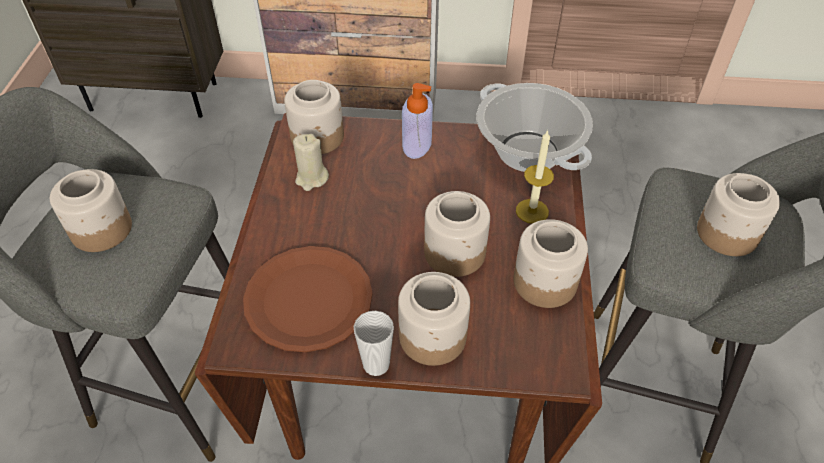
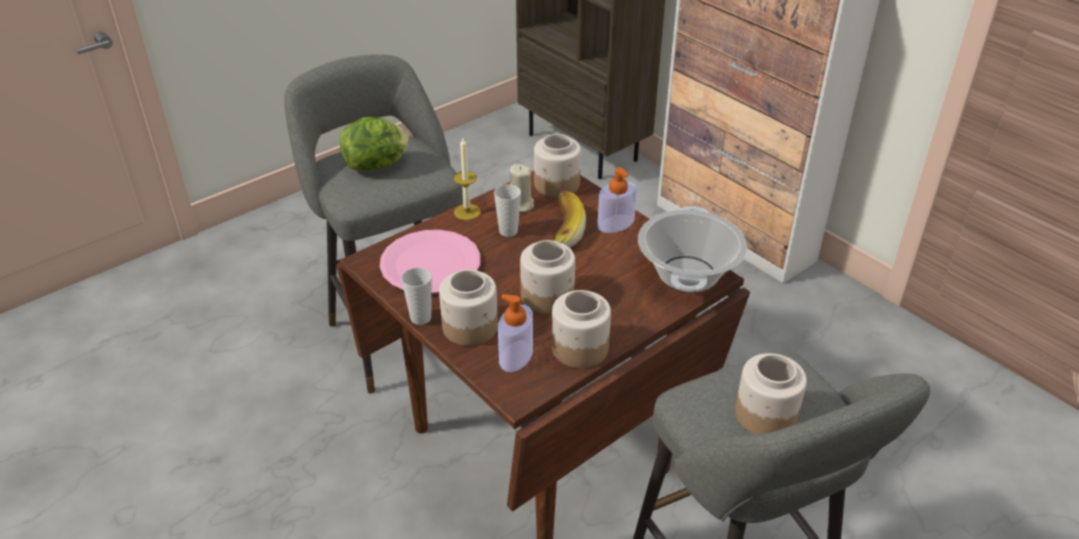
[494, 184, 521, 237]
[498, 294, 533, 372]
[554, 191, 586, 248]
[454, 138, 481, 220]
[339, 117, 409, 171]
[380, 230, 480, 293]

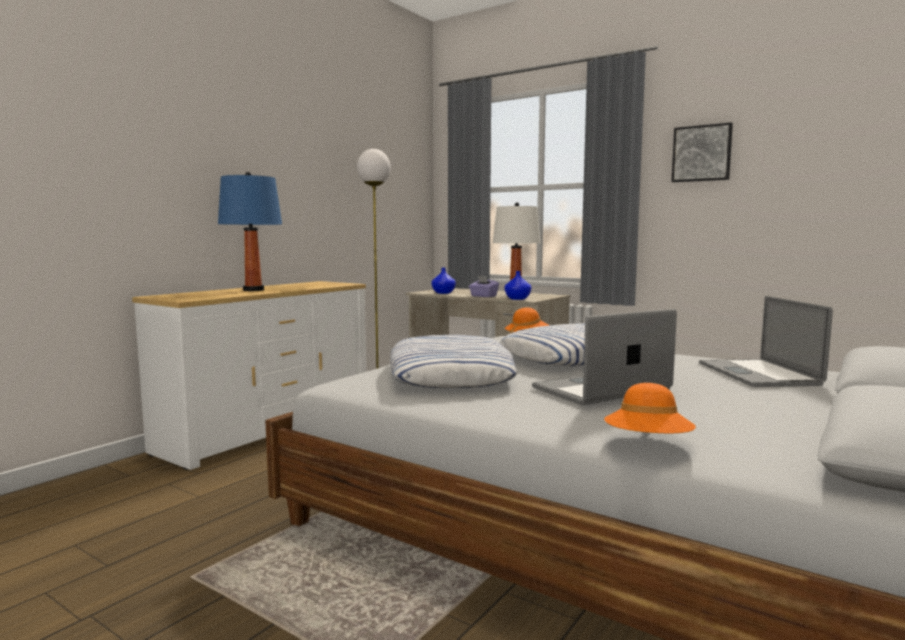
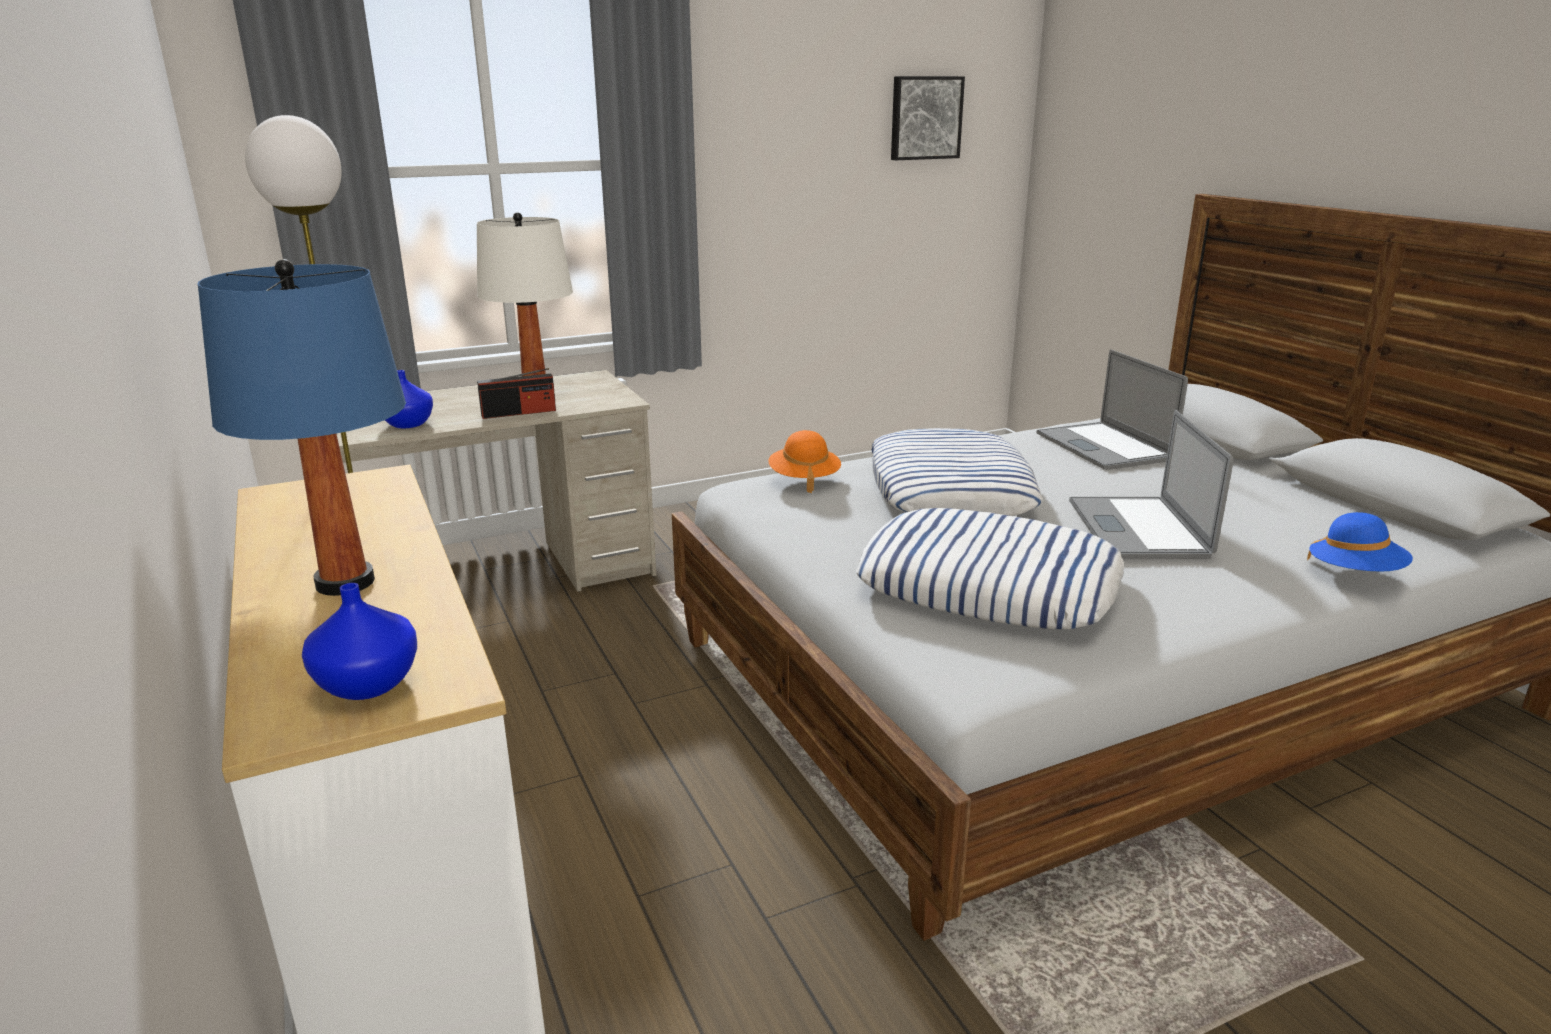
[302, 583, 417, 700]
[891, 76, 965, 160]
[477, 368, 556, 419]
[1307, 512, 1413, 572]
[1037, 349, 1188, 470]

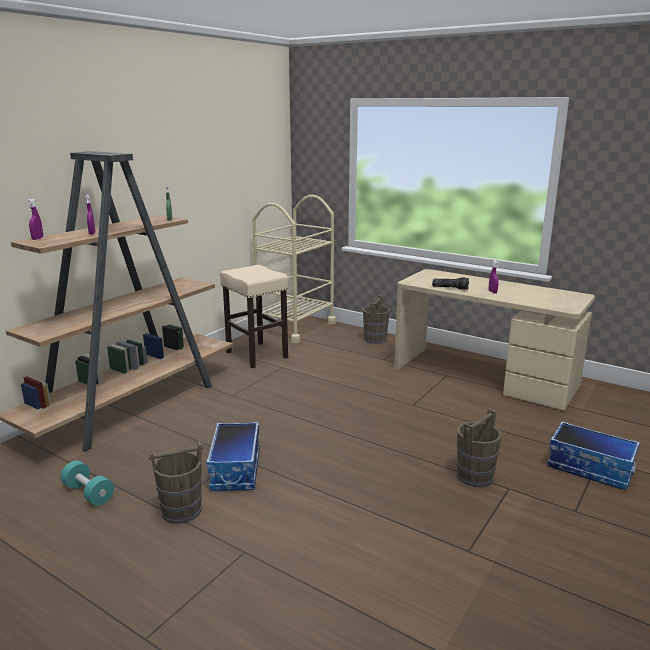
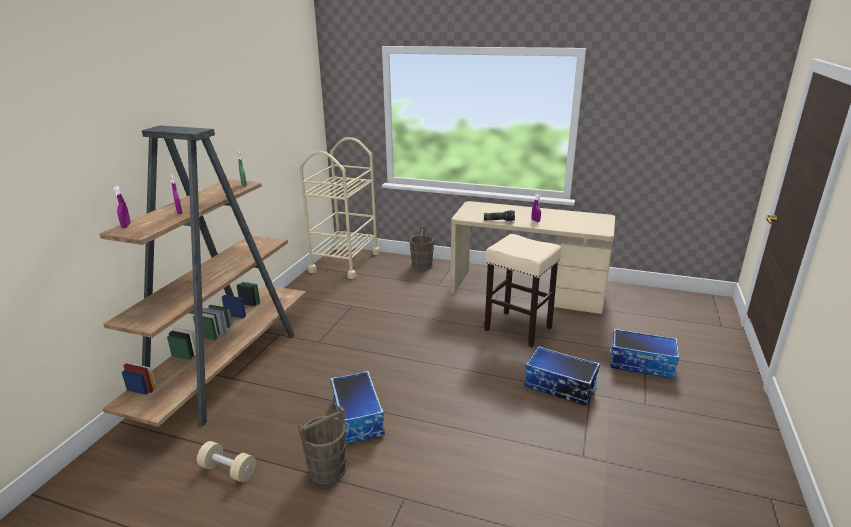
[484, 234, 561, 347]
[524, 346, 600, 406]
[197, 441, 256, 482]

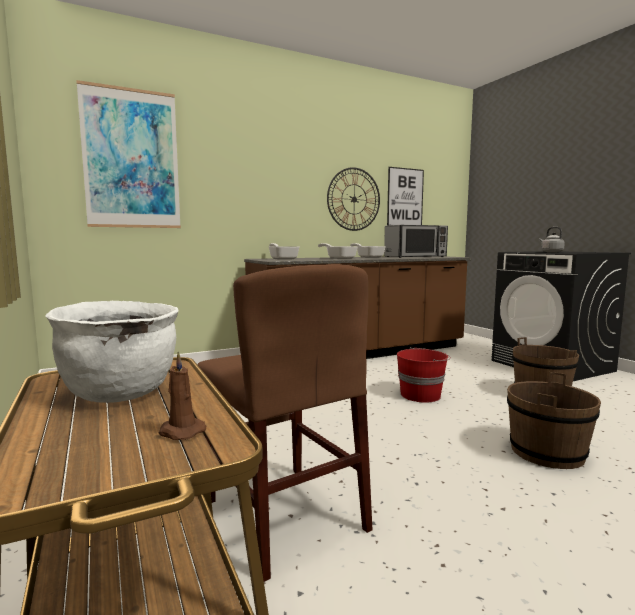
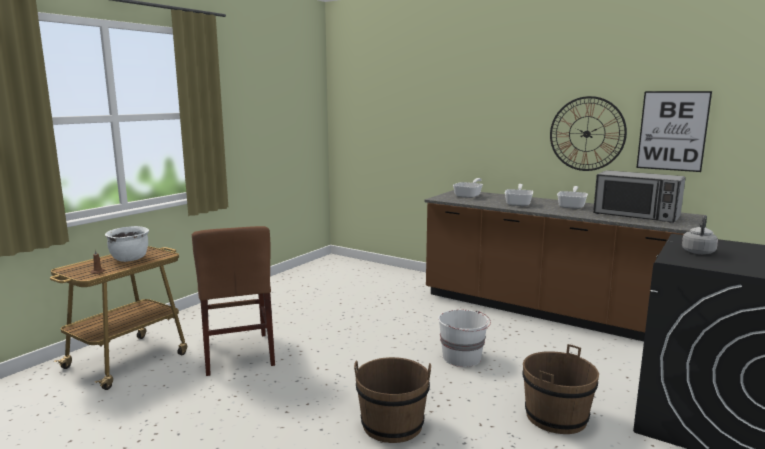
[76, 80, 181, 228] (first image)
[438, 310, 491, 367]
[192, 226, 275, 376]

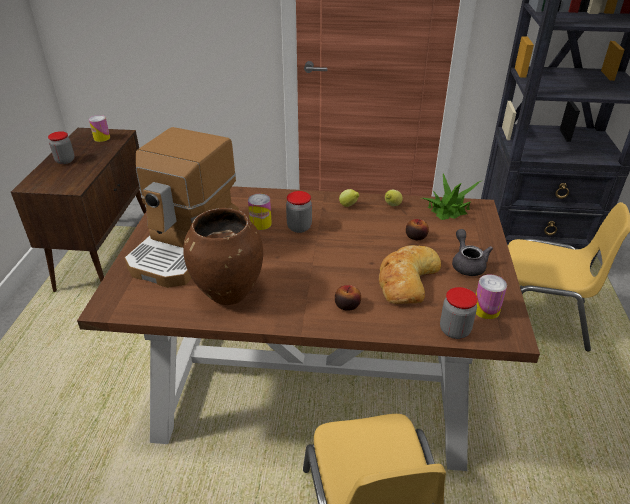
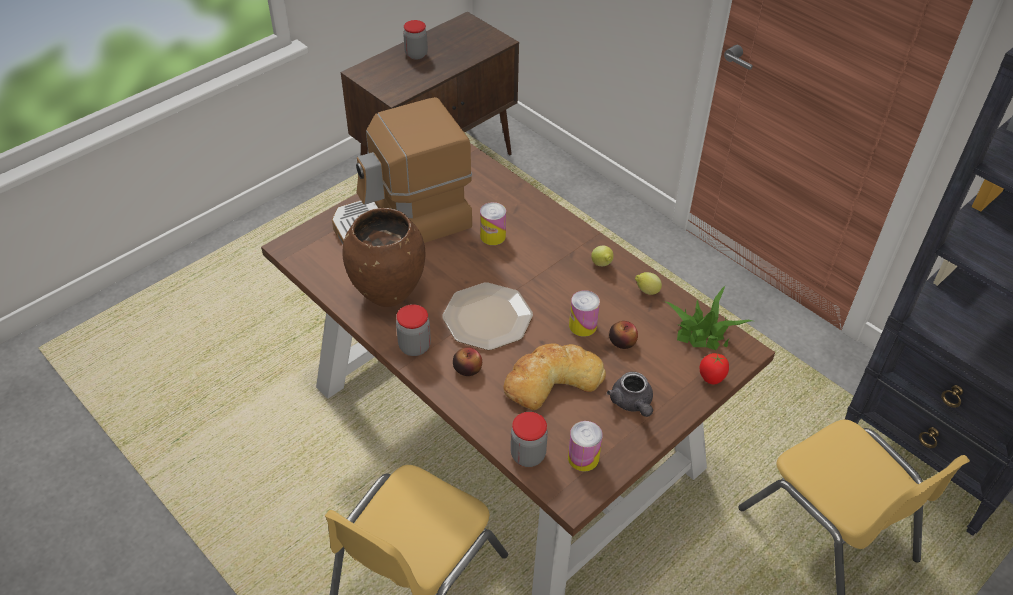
[442, 283, 533, 350]
[700, 353, 729, 385]
[569, 290, 600, 337]
[396, 304, 431, 356]
[607, 372, 653, 417]

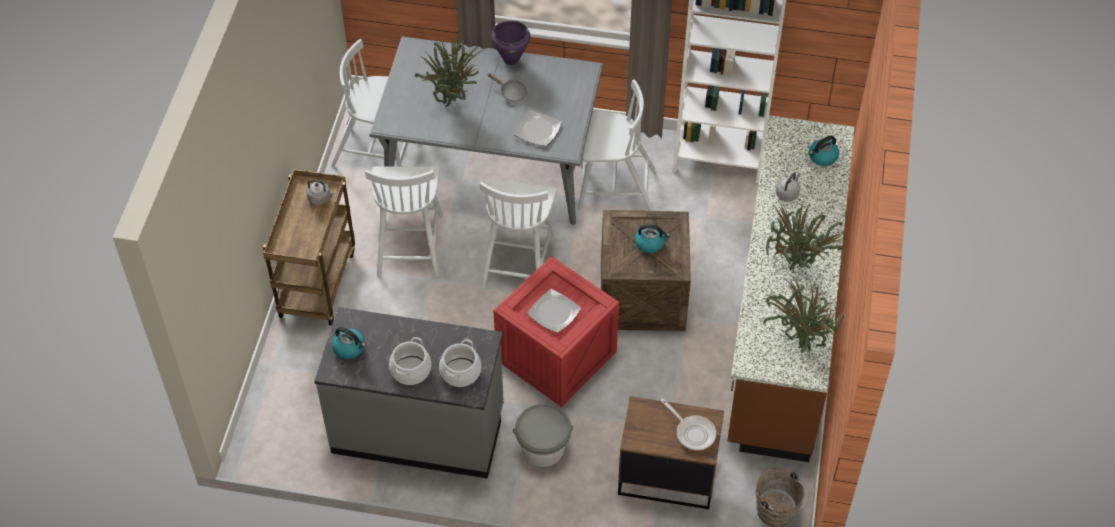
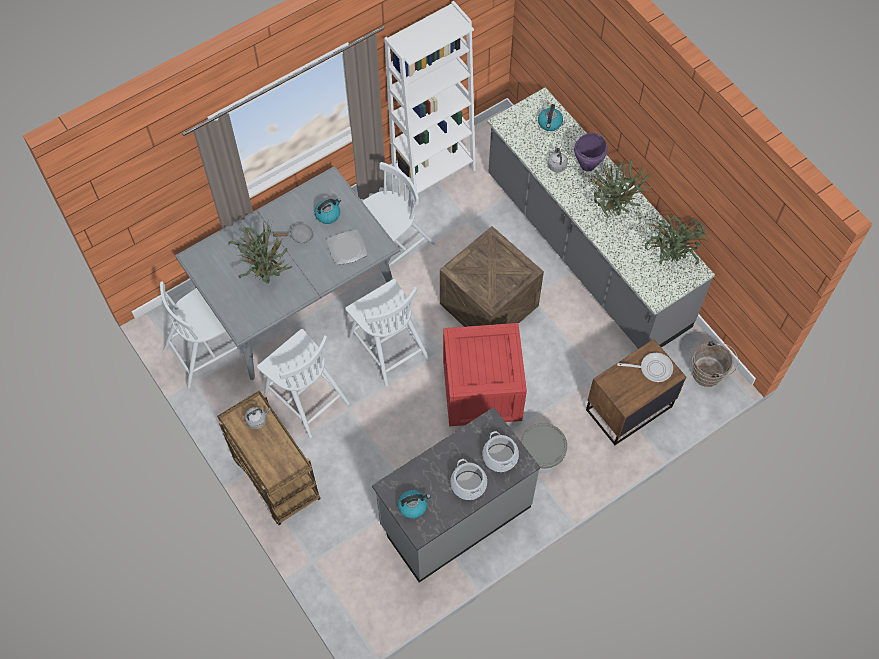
[527, 289, 581, 333] (first image)
[574, 133, 608, 171]
[314, 198, 341, 224]
[487, 87, 715, 349]

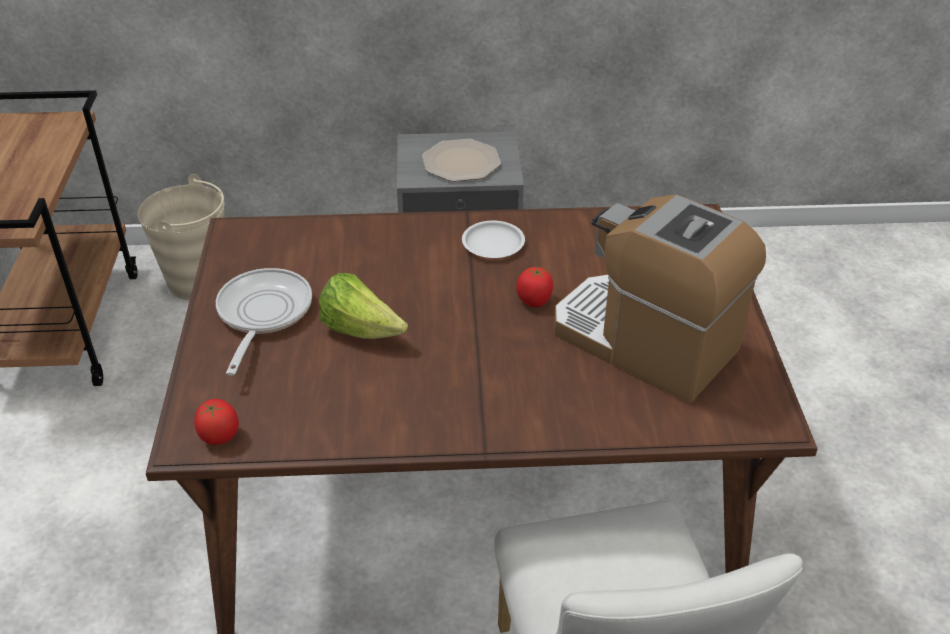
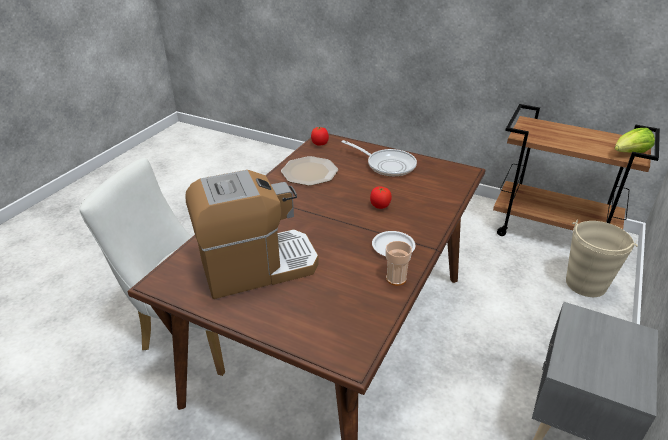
[385, 241, 412, 286]
[615, 128, 655, 153]
[281, 156, 338, 186]
[370, 186, 392, 209]

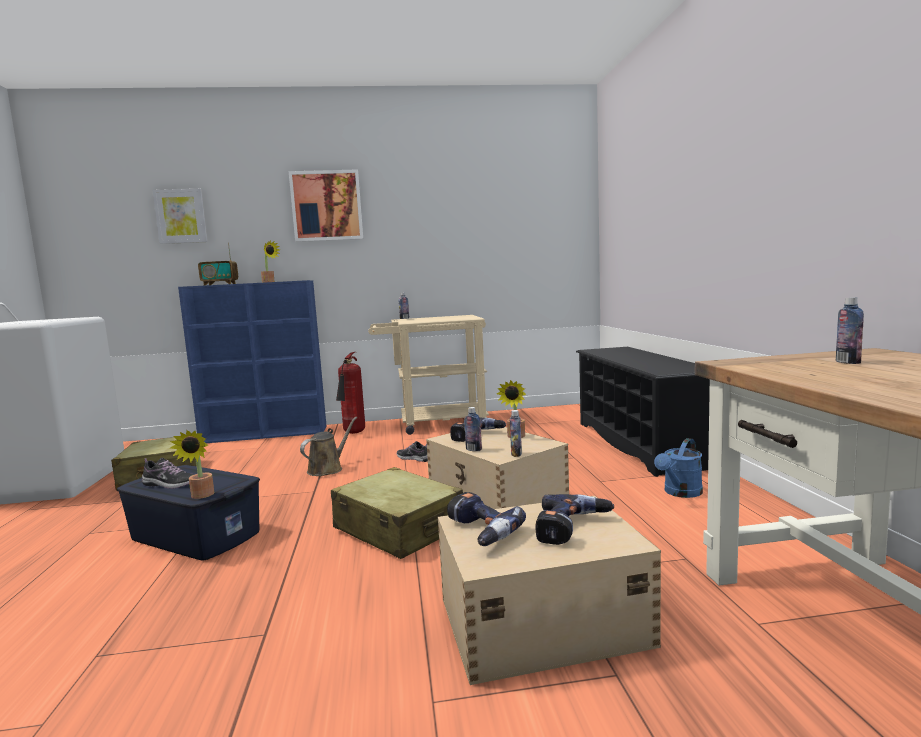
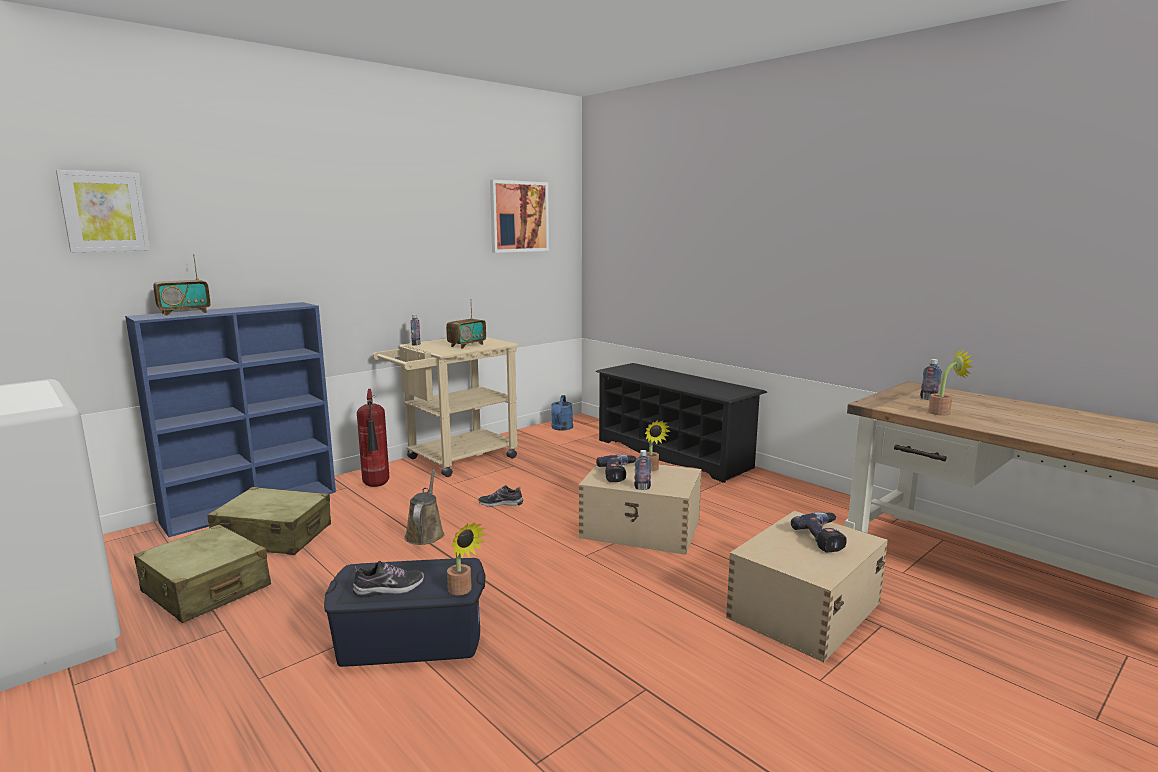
[447, 492, 526, 546] (first image)
[510, 410, 522, 457] (first image)
[446, 299, 486, 349]
[928, 348, 974, 416]
[490, 180, 549, 253]
[208, 487, 331, 555]
[551, 395, 573, 431]

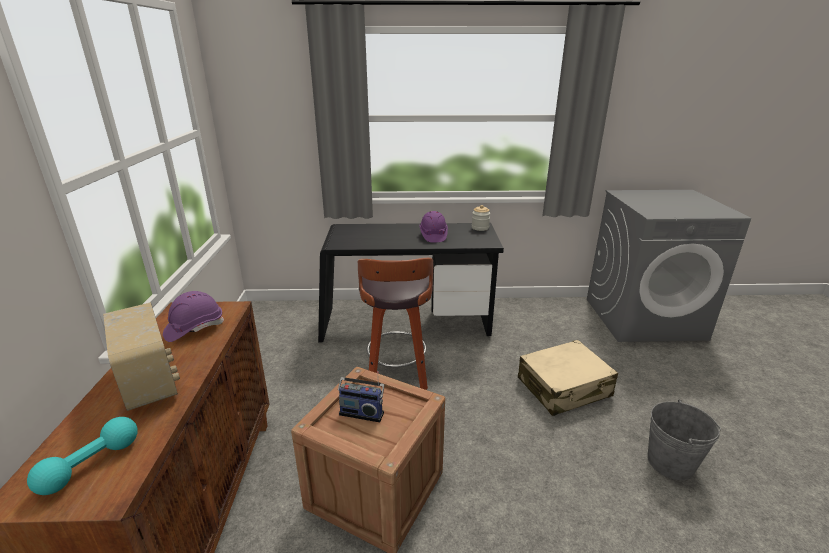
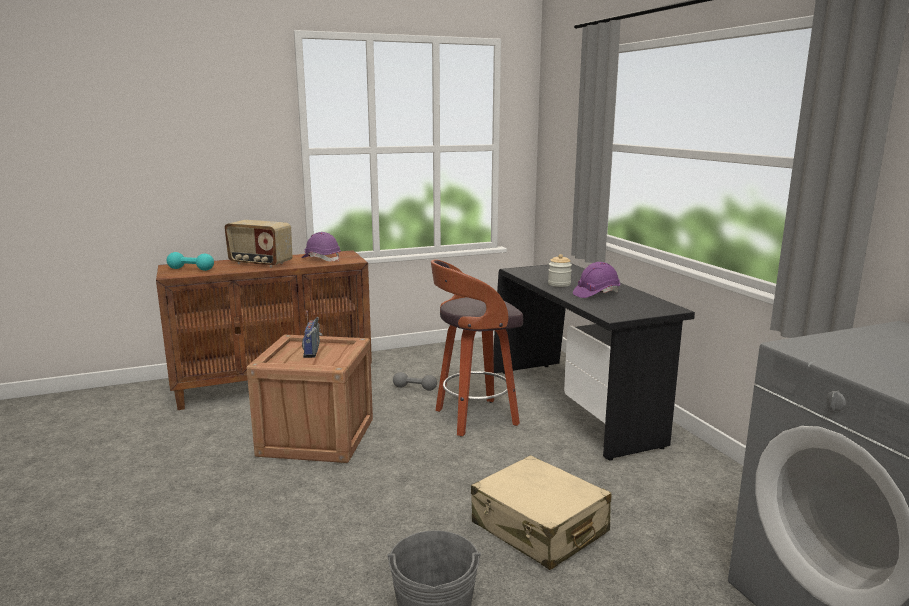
[393, 372, 437, 391]
[548, 254, 572, 287]
[224, 220, 293, 268]

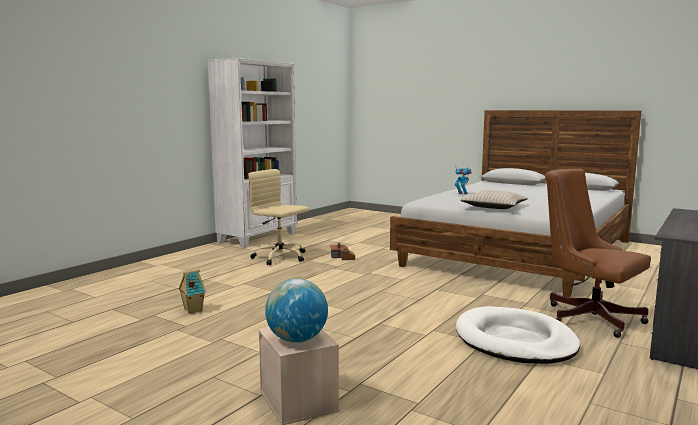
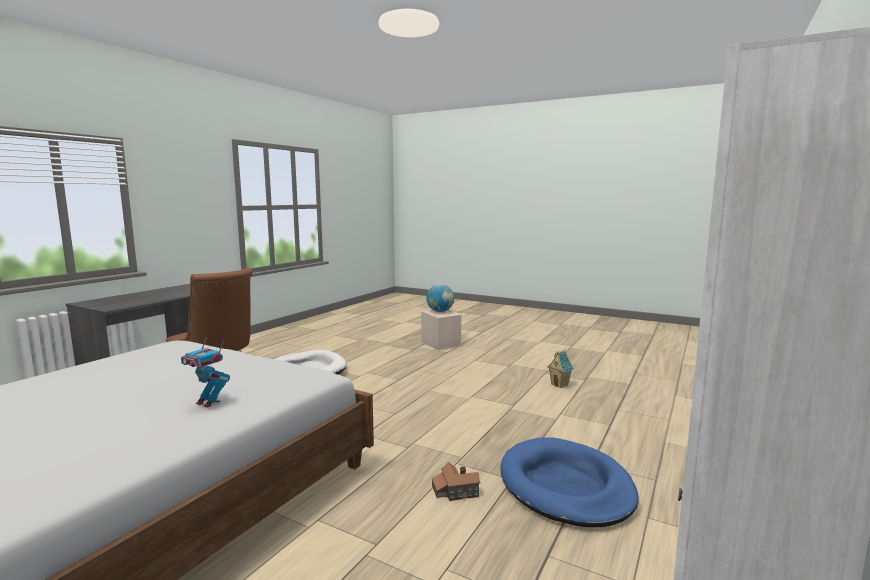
[460, 190, 528, 209] (first image)
[500, 437, 639, 527]

